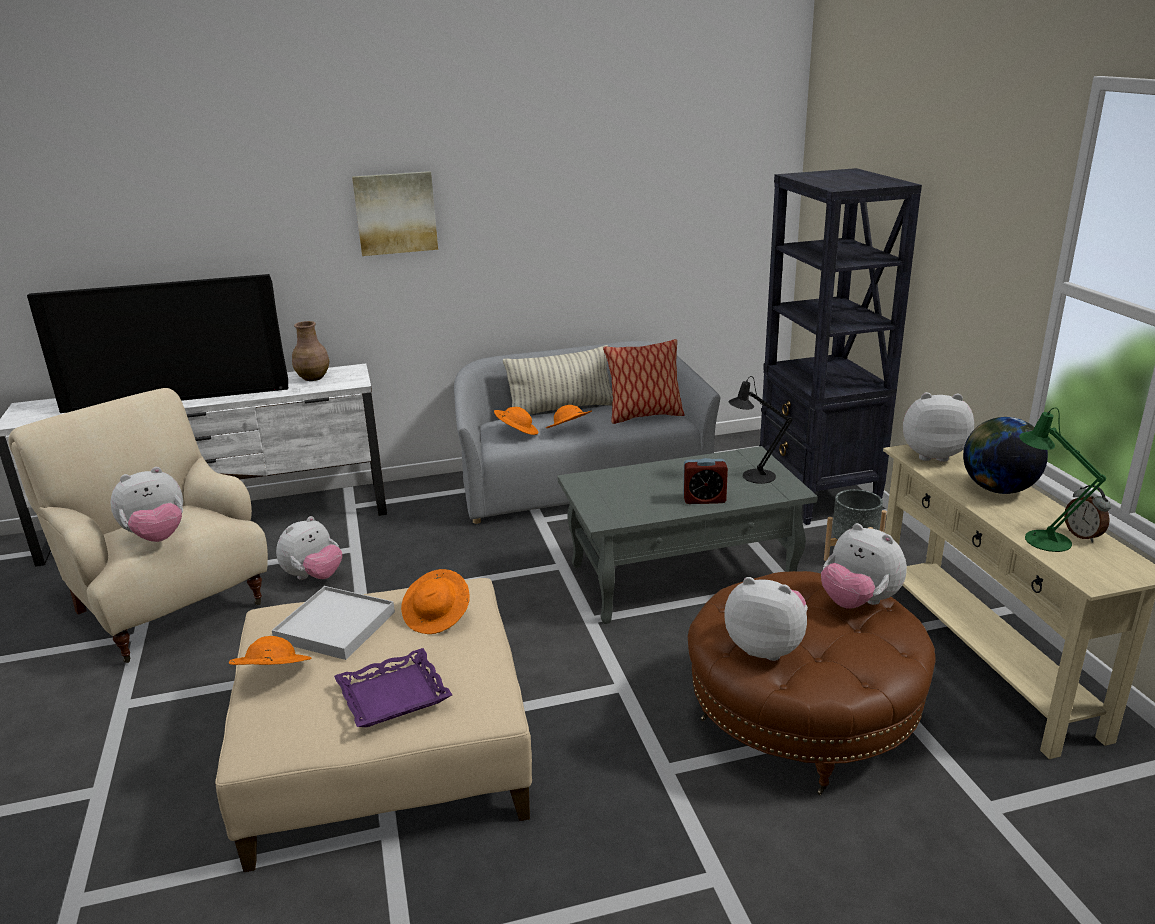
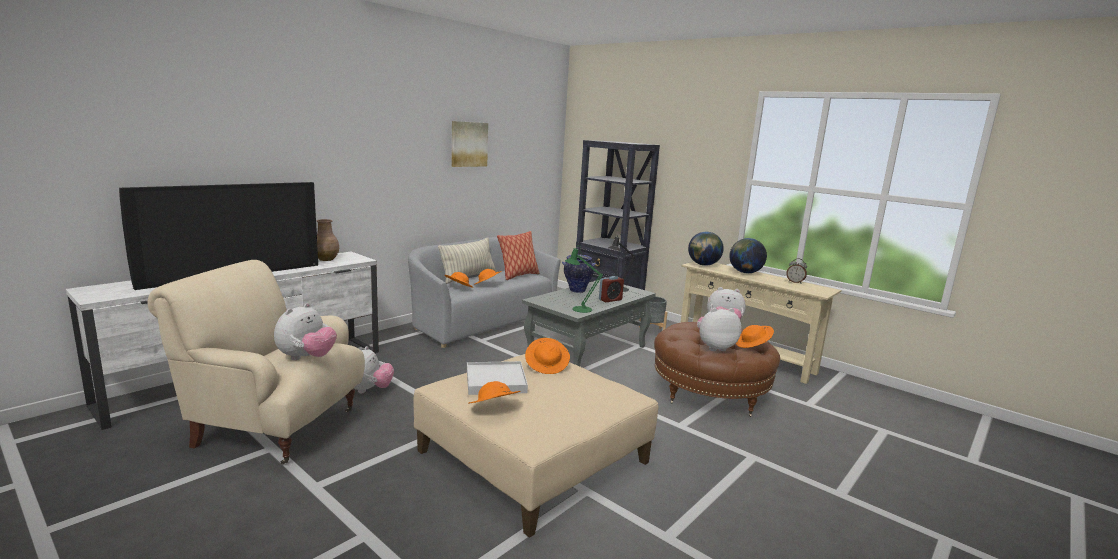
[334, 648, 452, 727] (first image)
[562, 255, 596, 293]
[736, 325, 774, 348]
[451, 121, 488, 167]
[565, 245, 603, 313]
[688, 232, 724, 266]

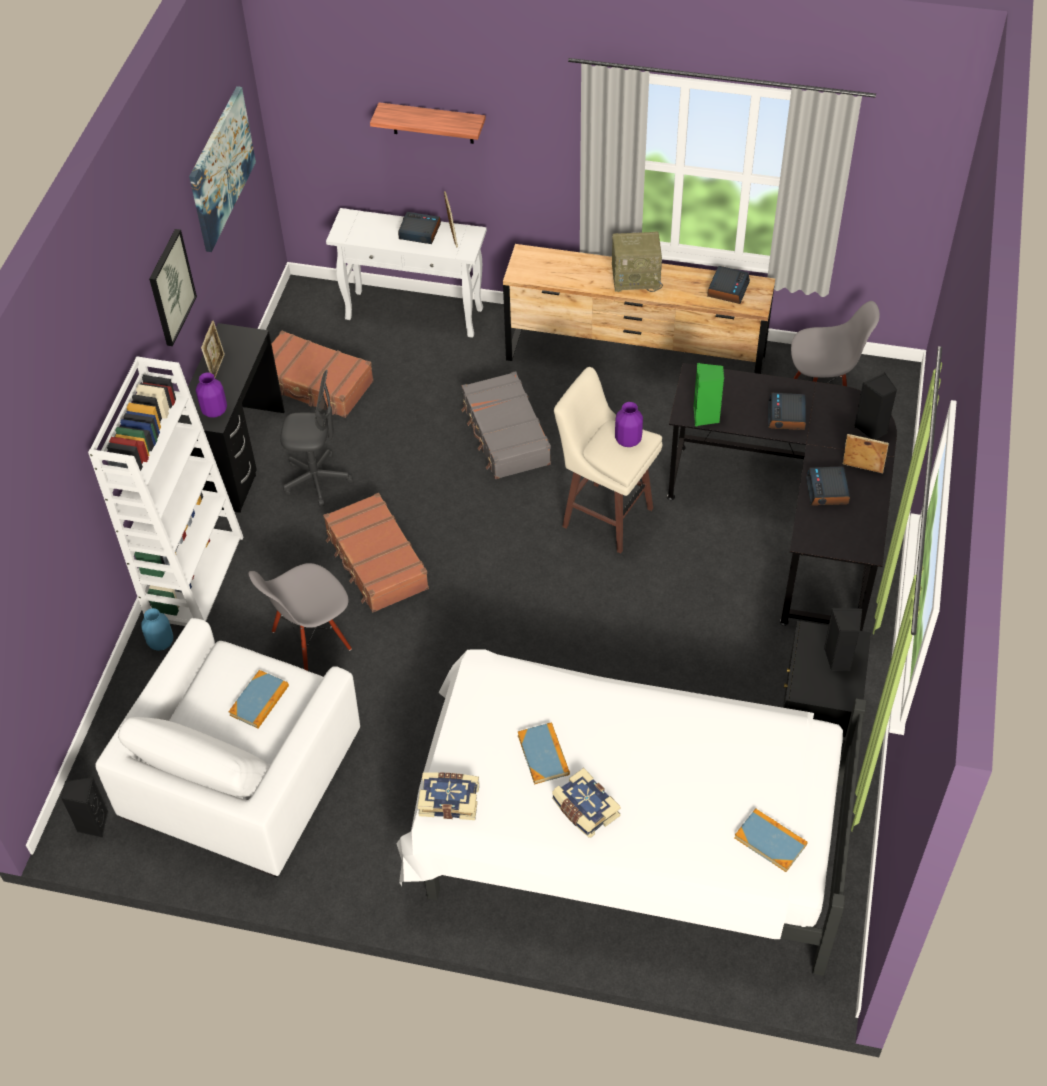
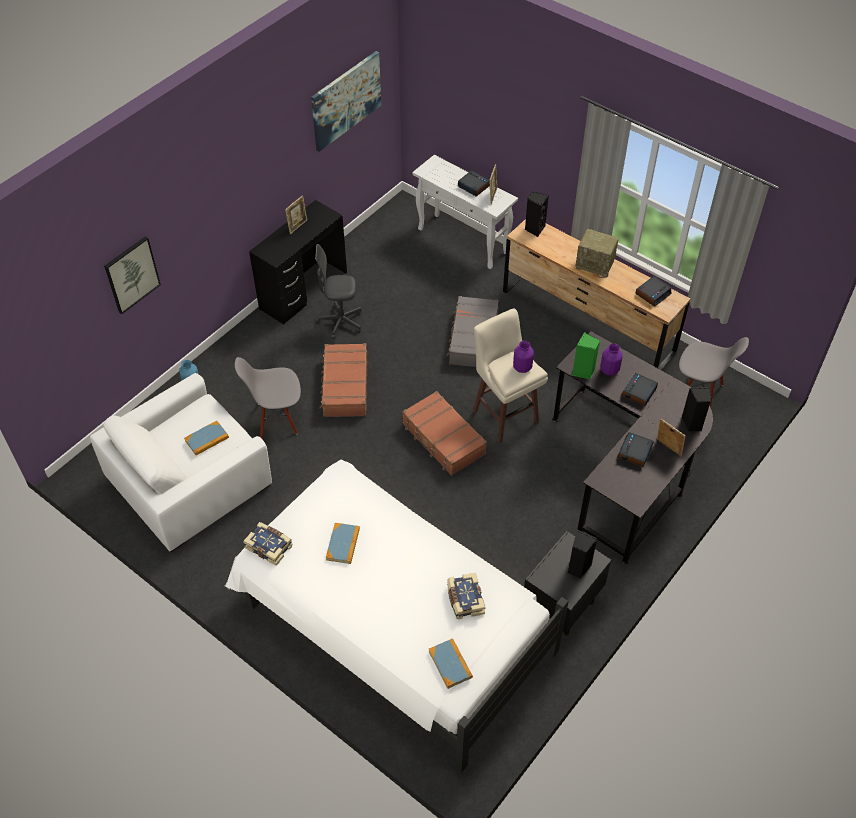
[88, 356, 243, 626] (first image)
[370, 102, 485, 144] (first image)
[525, 192, 549, 237]
[104, 236, 161, 314]
[601, 343, 622, 376]
[402, 391, 487, 476]
[447, 573, 485, 619]
[315, 244, 362, 340]

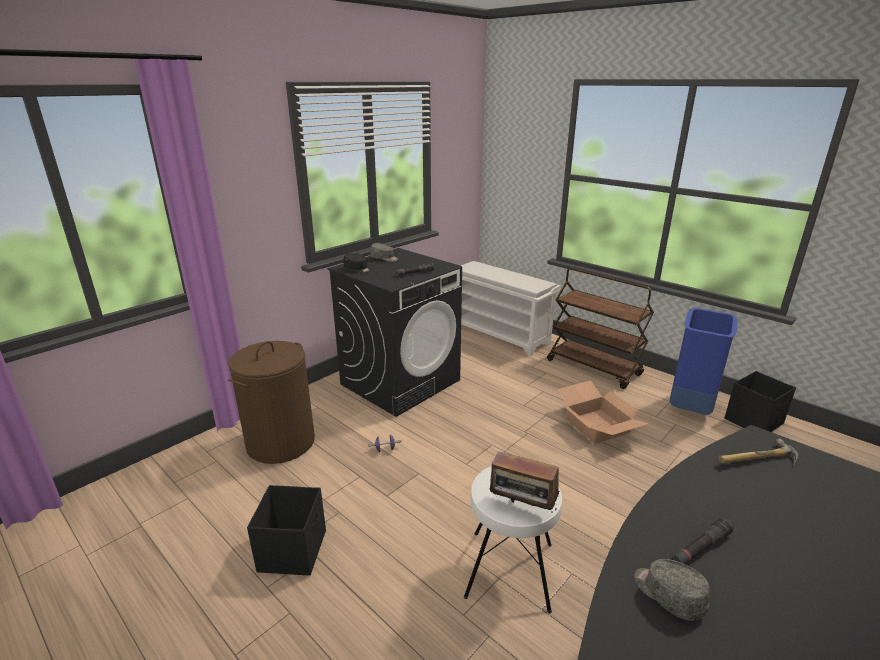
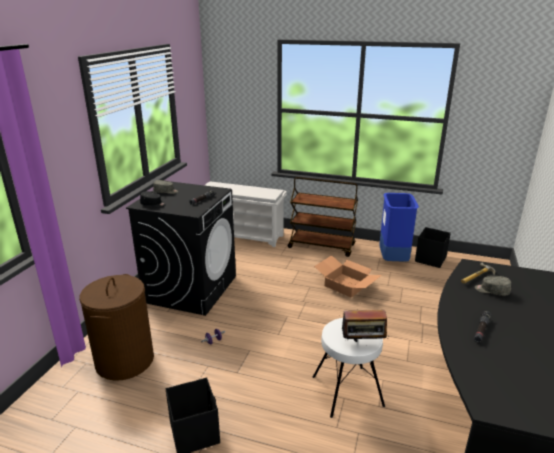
[475, 276, 511, 296]

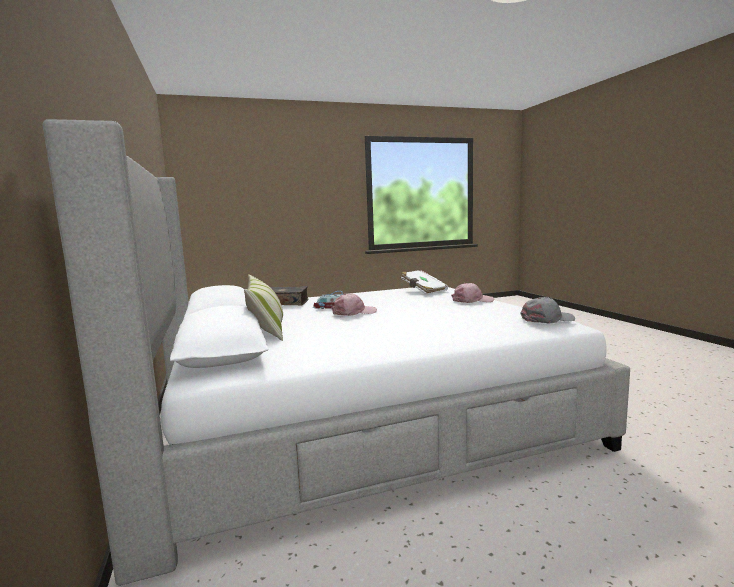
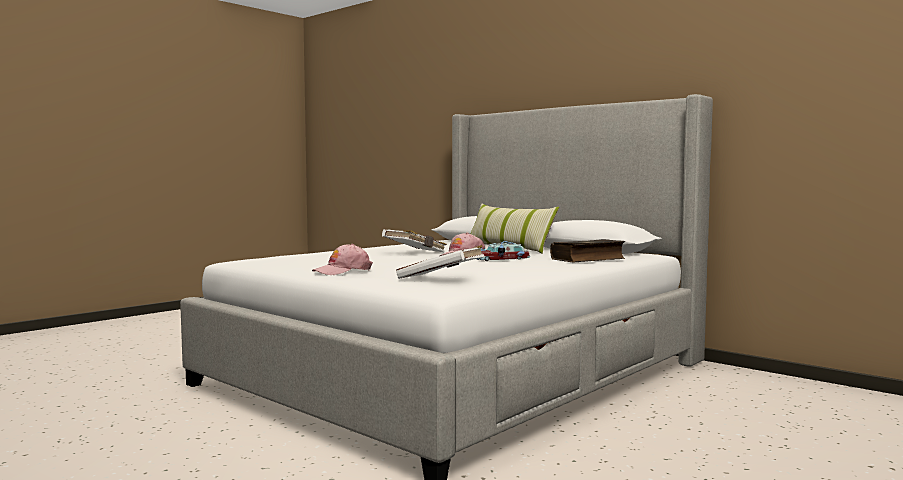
[520, 297, 575, 324] (first image)
[382, 229, 447, 252]

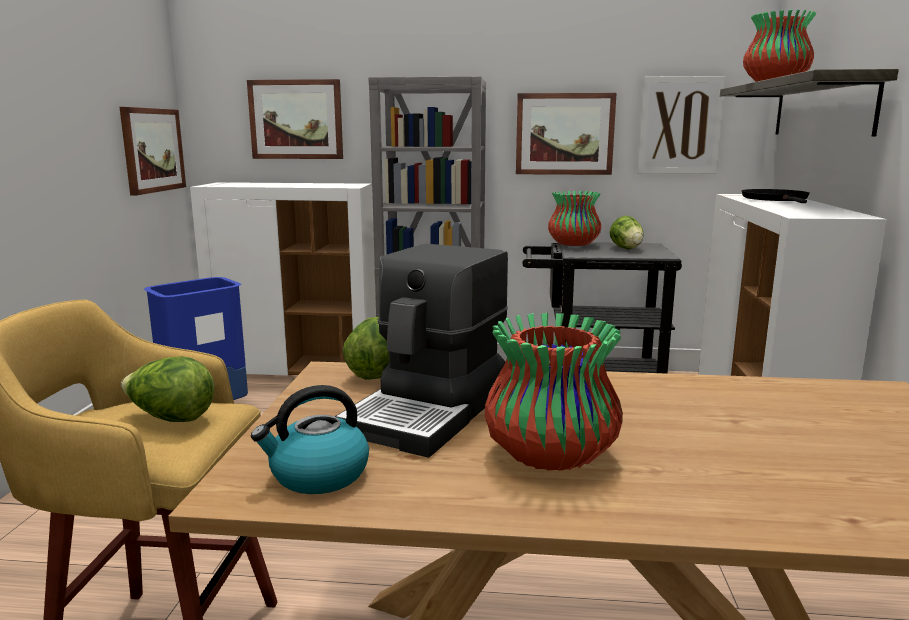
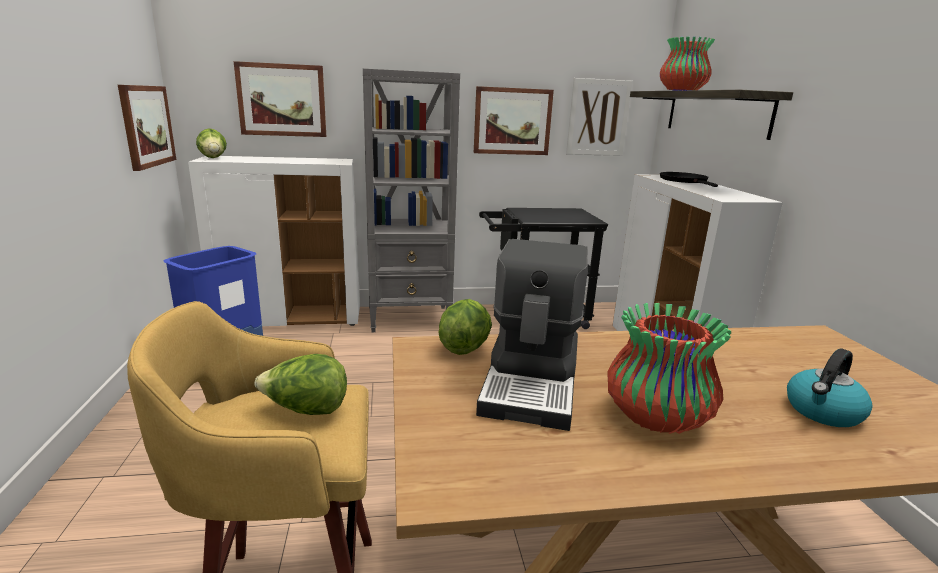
[548, 191, 601, 246] (first image)
[787, 348, 872, 427]
[196, 128, 227, 158]

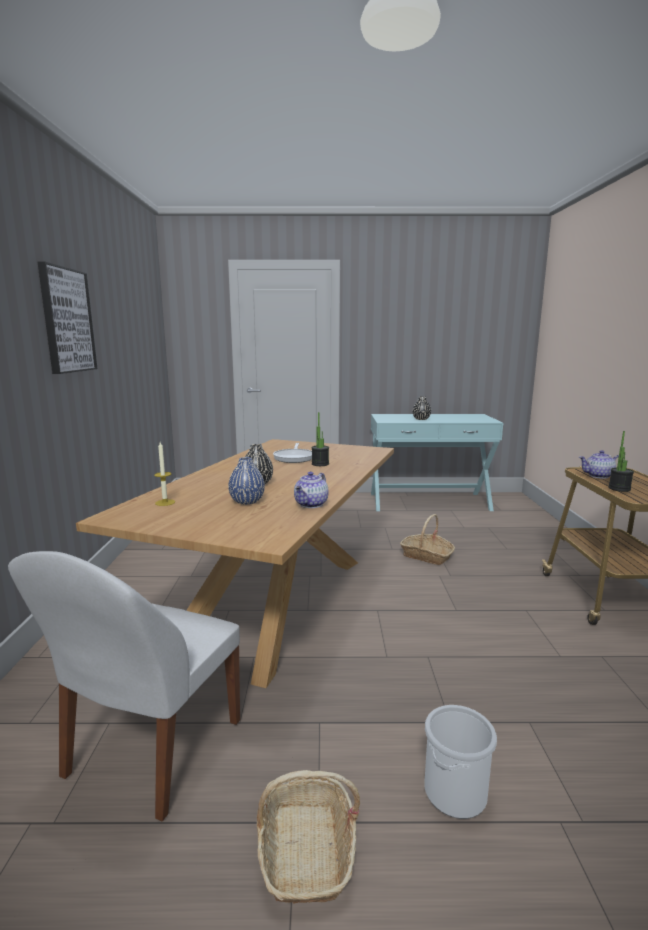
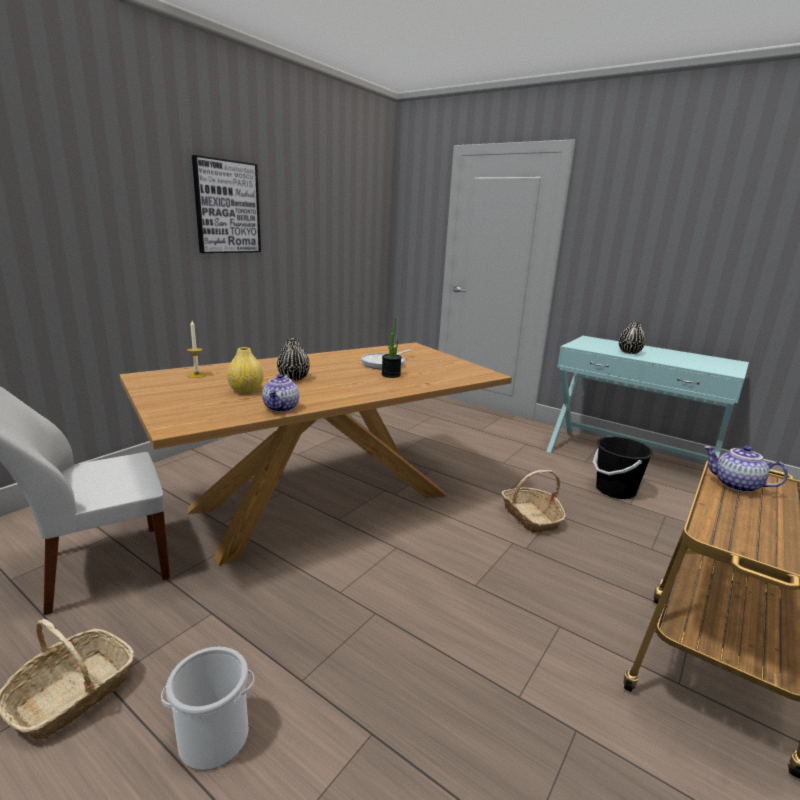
[608, 431, 634, 492] (first image)
[593, 437, 654, 499]
[227, 347, 264, 394]
[262, 374, 299, 412]

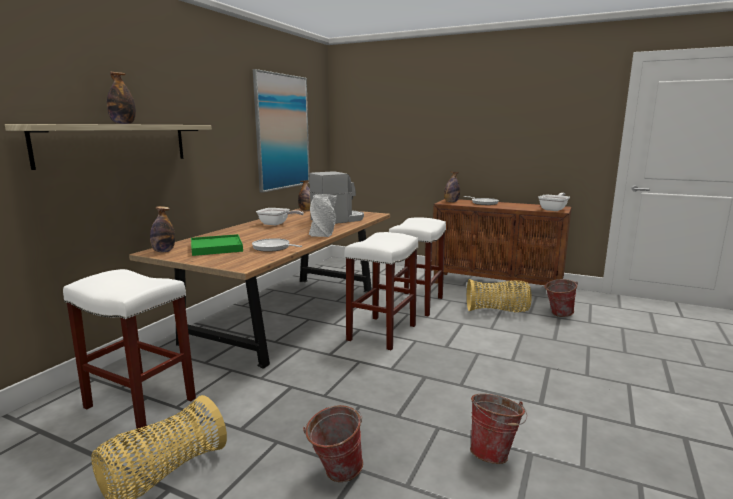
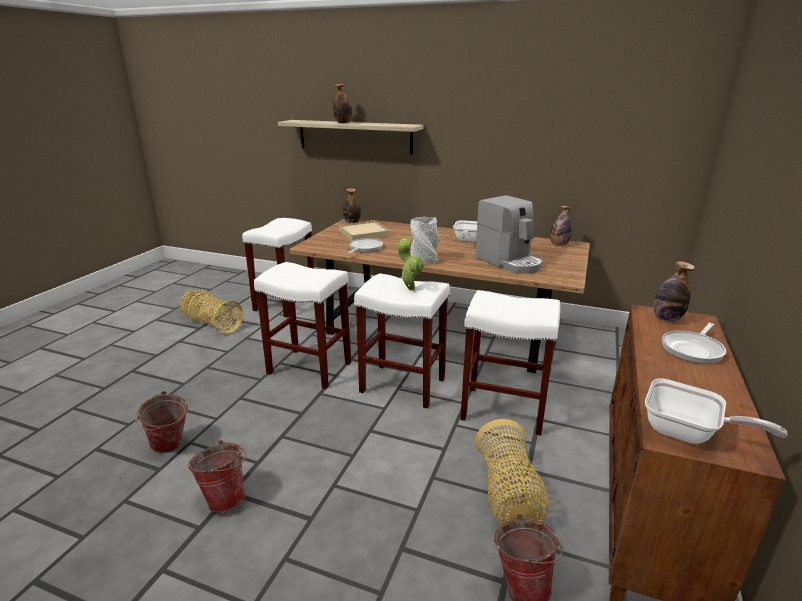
[253, 69, 310, 193] (first image)
[254, 262, 351, 389]
[397, 238, 425, 291]
[188, 440, 246, 513]
[339, 221, 390, 241]

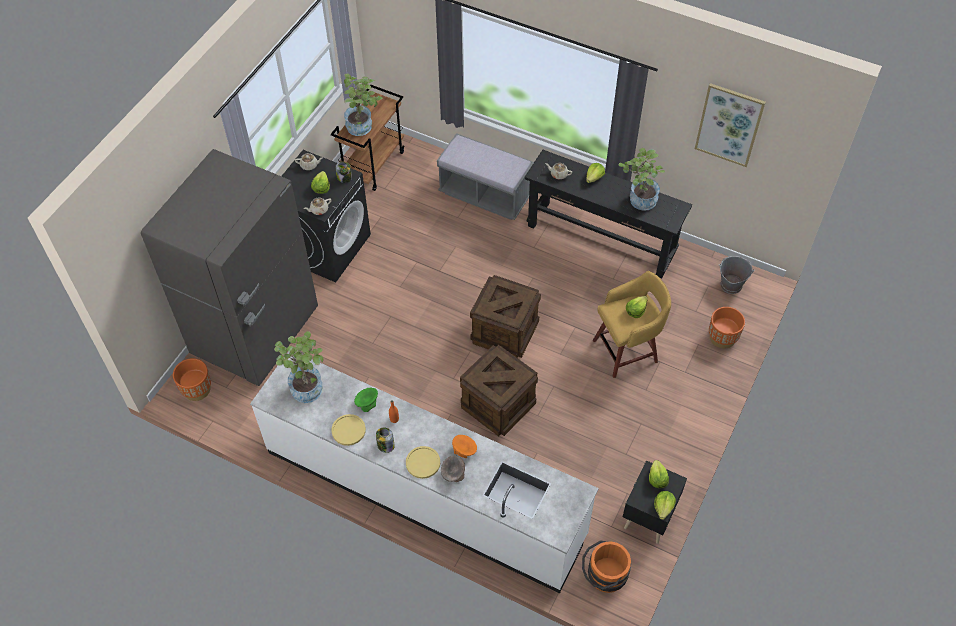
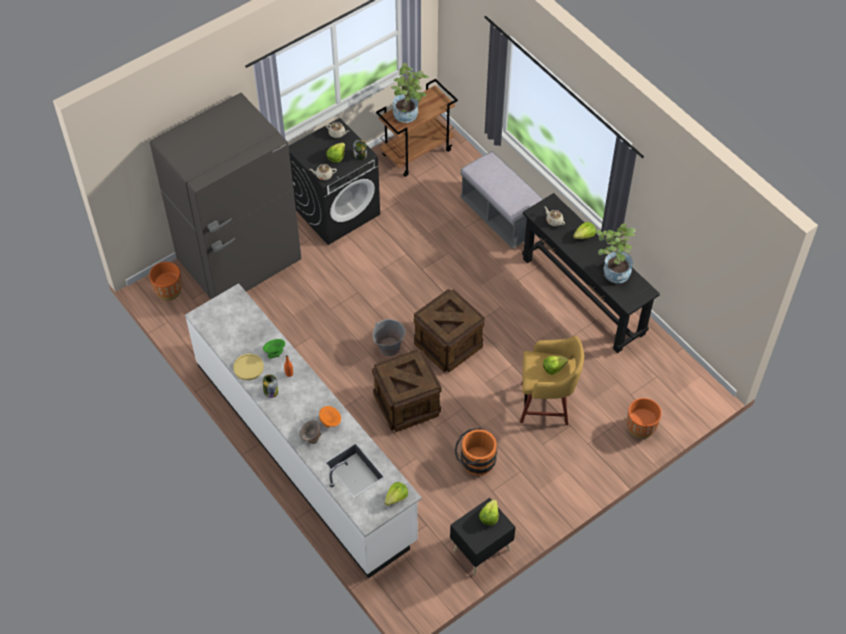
[274, 331, 323, 403] (first image)
[406, 446, 440, 479] (first image)
[695, 83, 765, 167] (first image)
[455, 428, 497, 475]
[385, 482, 408, 506]
[373, 319, 406, 356]

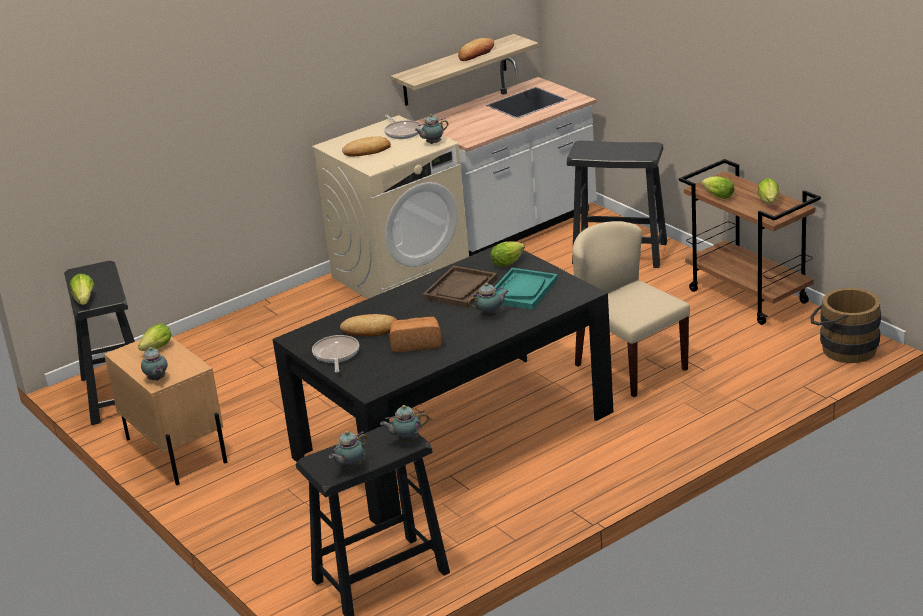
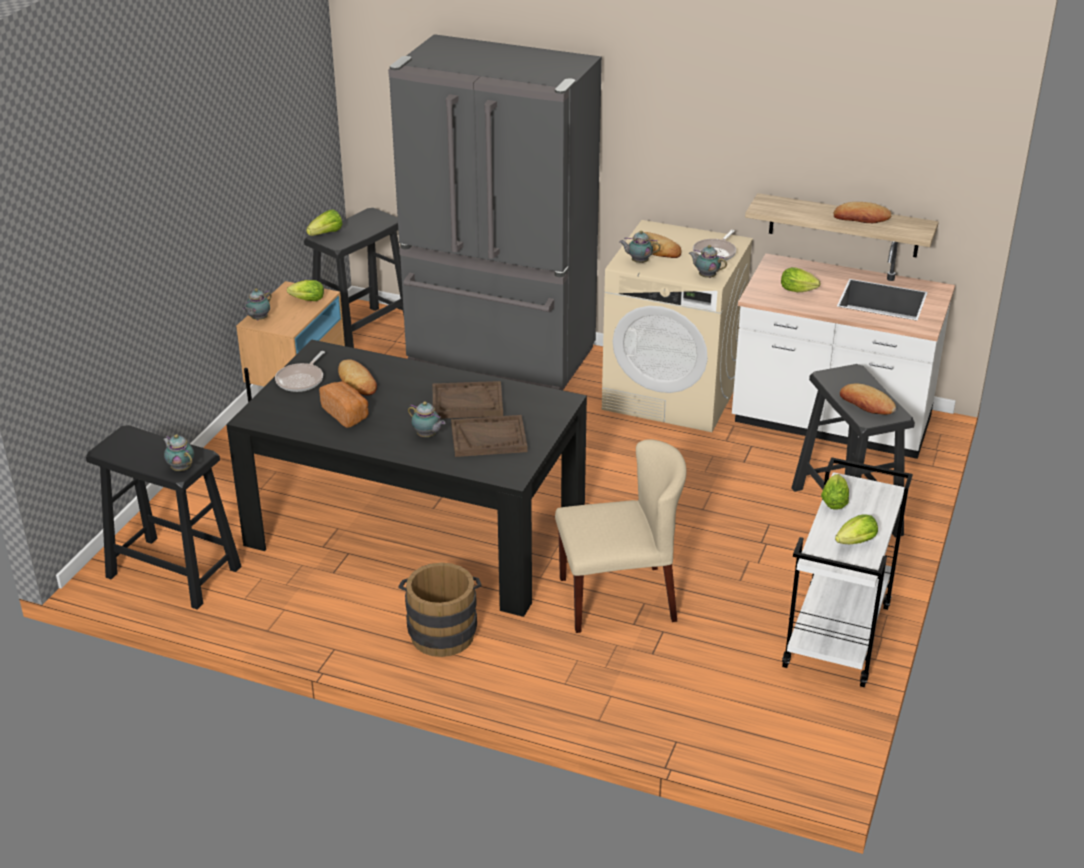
[388, 34, 602, 391]
[840, 383, 896, 415]
[619, 231, 661, 263]
[781, 267, 820, 292]
[398, 563, 482, 657]
[451, 415, 528, 457]
[782, 457, 913, 687]
[275, 351, 325, 392]
[555, 439, 687, 633]

